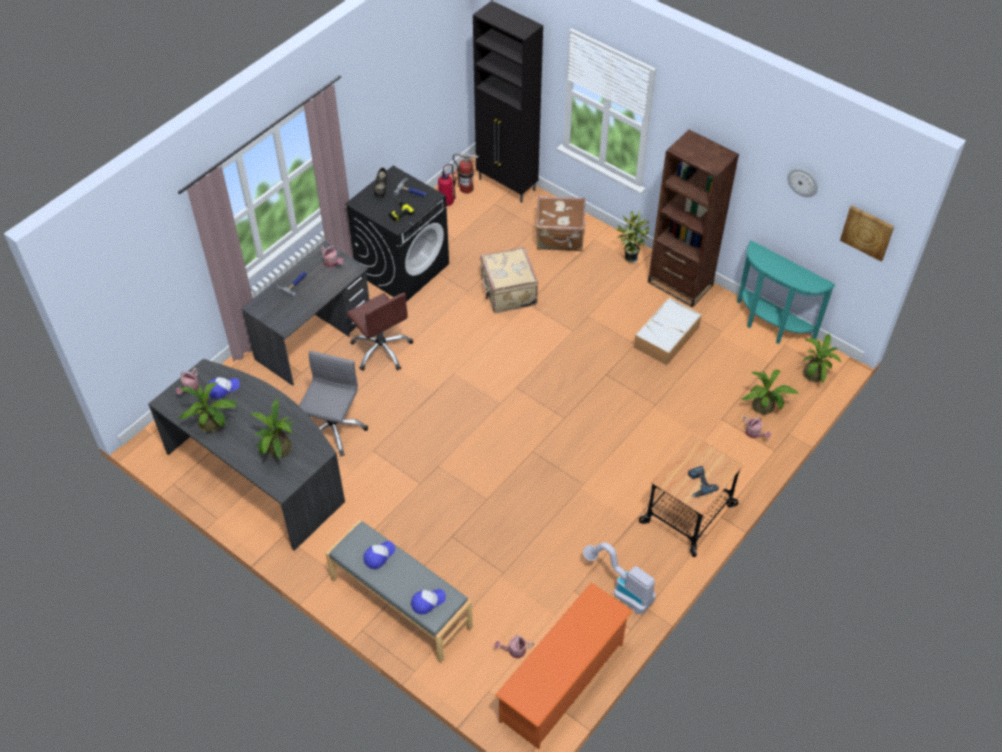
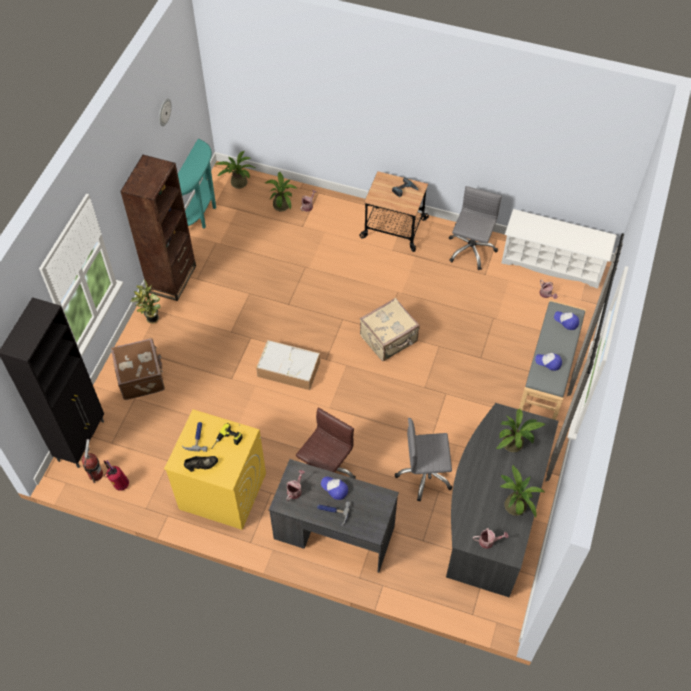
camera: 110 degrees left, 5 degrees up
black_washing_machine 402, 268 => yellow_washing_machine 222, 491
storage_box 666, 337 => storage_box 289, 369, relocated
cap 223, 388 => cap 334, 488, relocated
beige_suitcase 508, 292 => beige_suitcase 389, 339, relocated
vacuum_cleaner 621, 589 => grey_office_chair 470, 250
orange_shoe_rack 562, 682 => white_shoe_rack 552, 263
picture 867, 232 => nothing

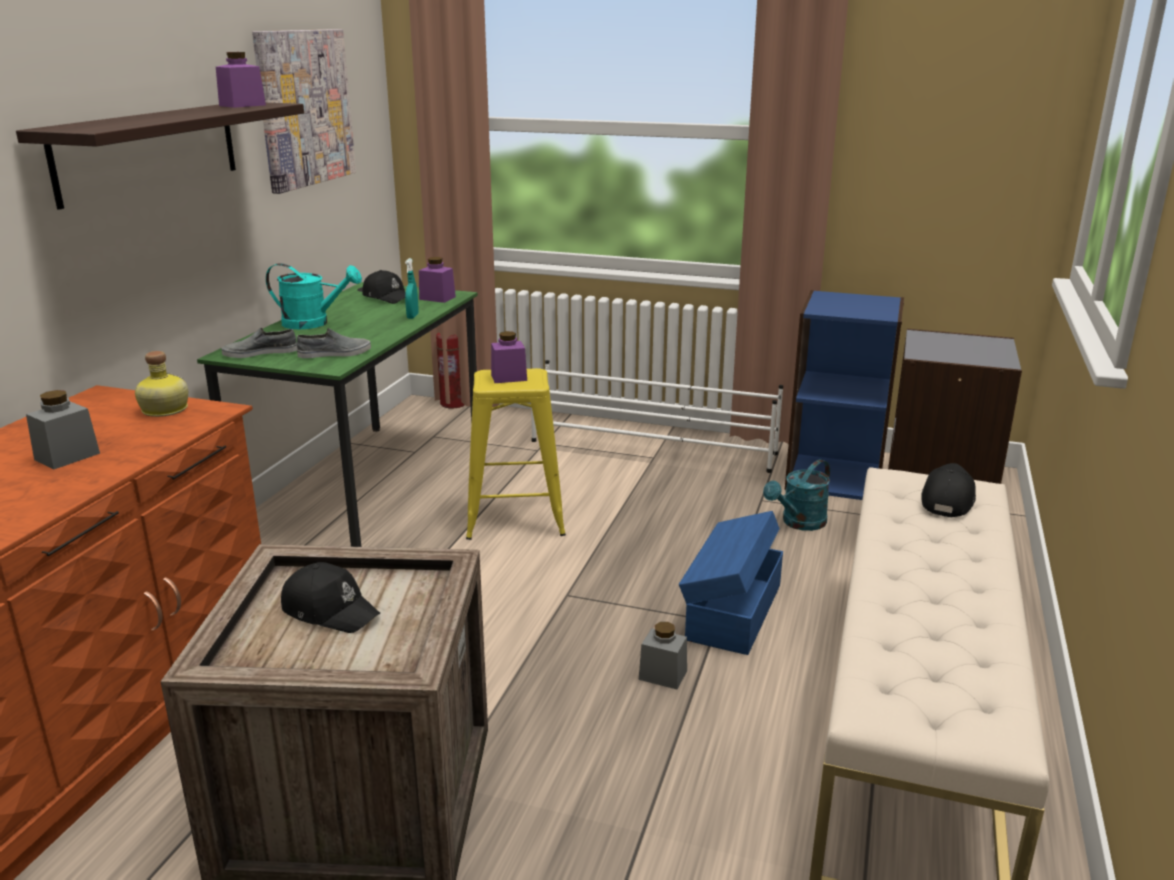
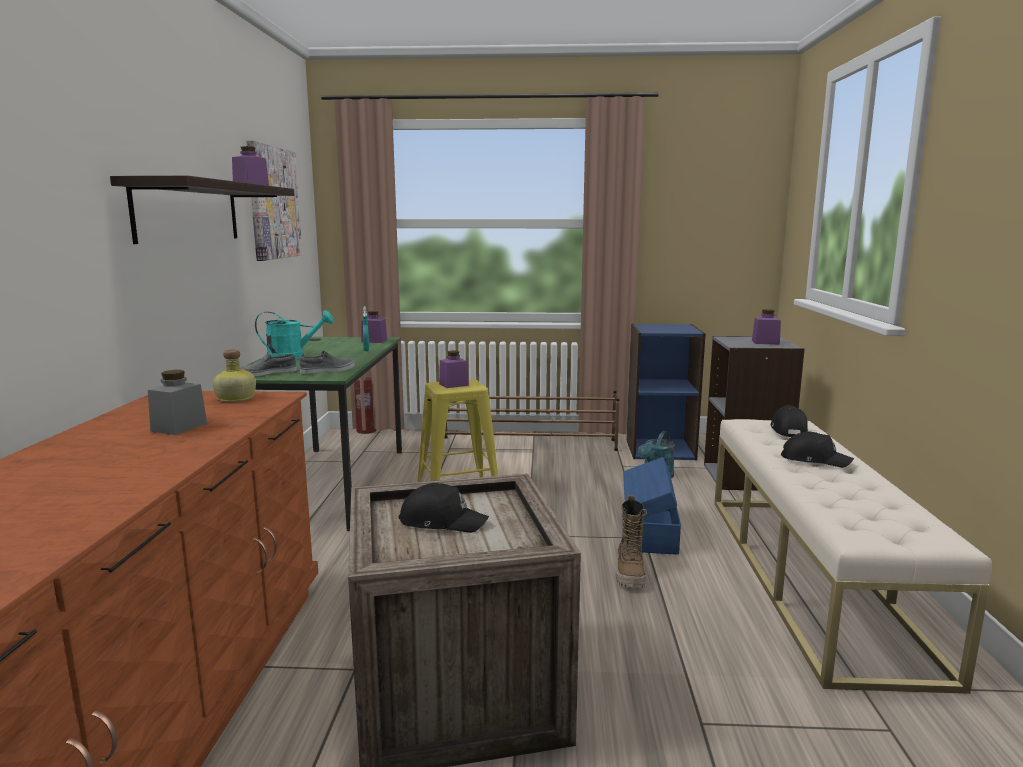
camera: 15 degrees left, 10 degrees down
white_shoe_rack 653, 448 => brown_shoe_rack 529, 444
grey_jar 663, 675 => boot 630, 574
nothing => purple_jar 765, 342
black_cap 387, 297 => black_cap 814, 459, relocated

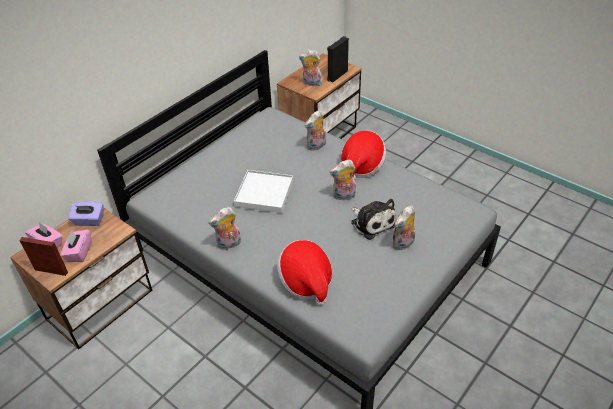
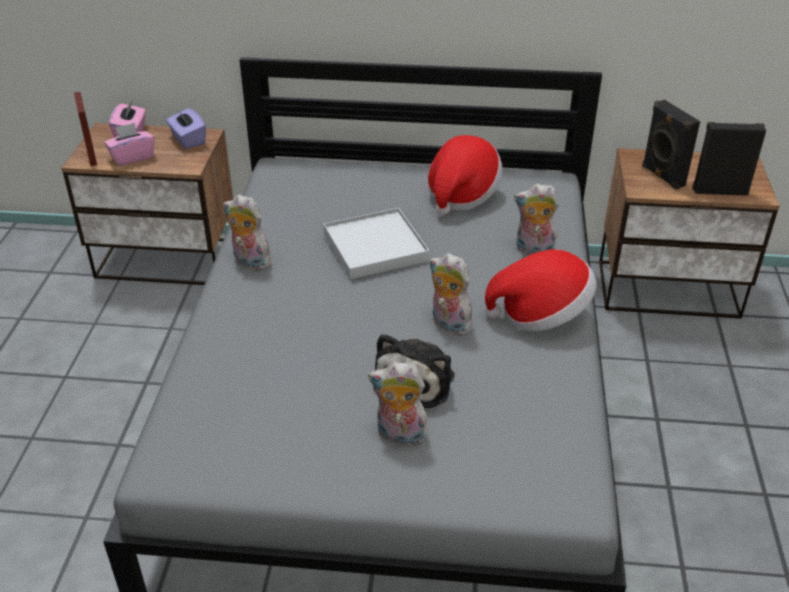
camera: 55 degrees right, 5 degrees down
hat 306, 281 => hat 461, 194, relocated
plush_toy 311, 83 => black_speaker 661, 176

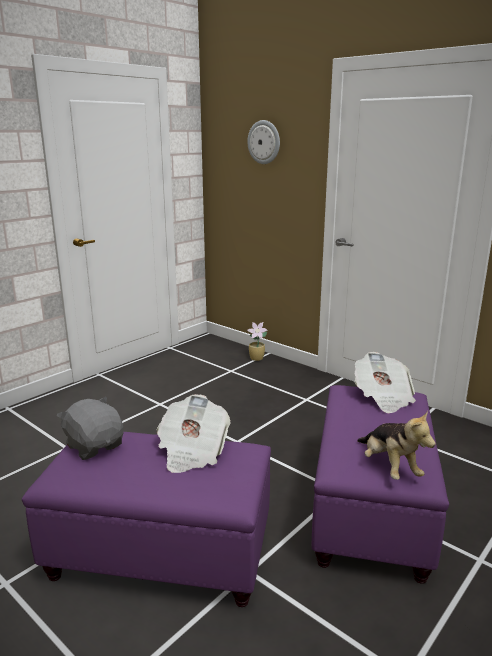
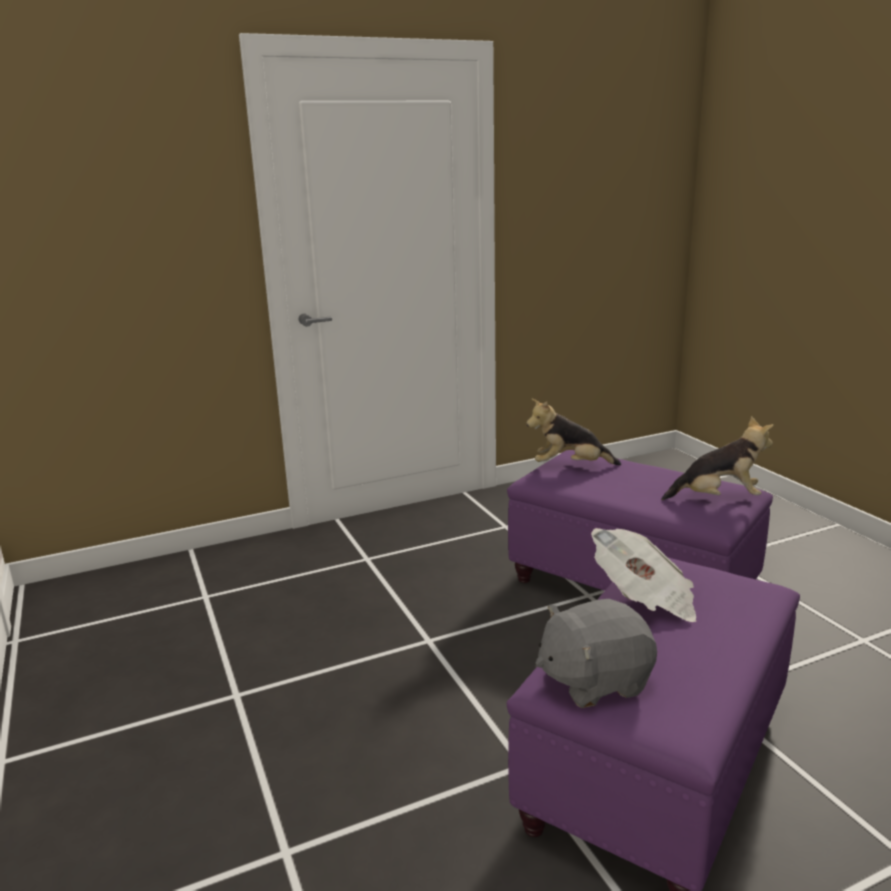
camera: 65 degrees left, 0 degrees up
newspaper 383, 397 => plush_toy 570, 466
wall_clock 264, 142 => nothing
potted_plant 257, 358 => nothing

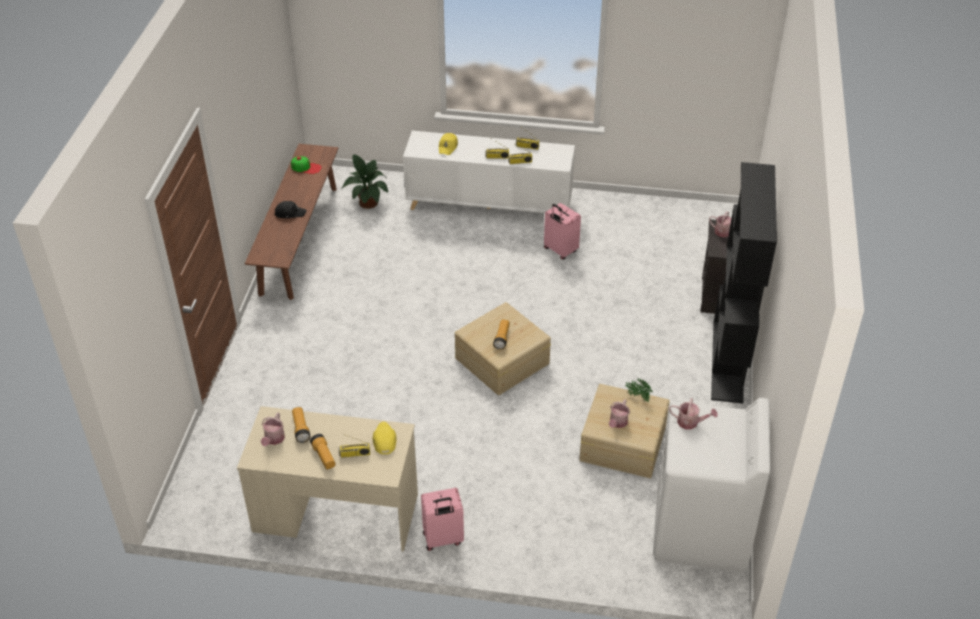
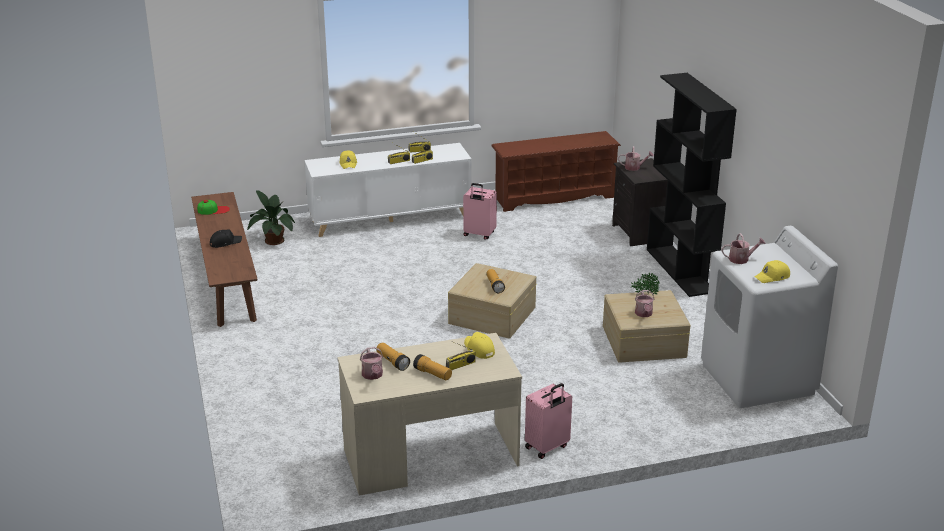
camera: 25 degrees left, 15 degrees down
nothing => brown_shoe_rack 554, 197
nothing => yellow_cap 772, 277

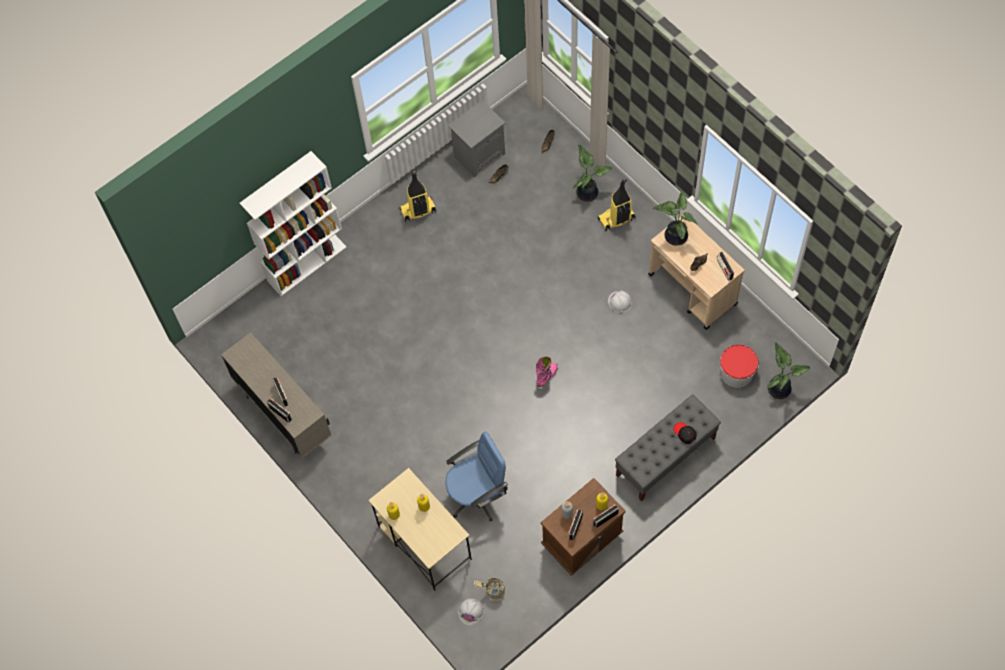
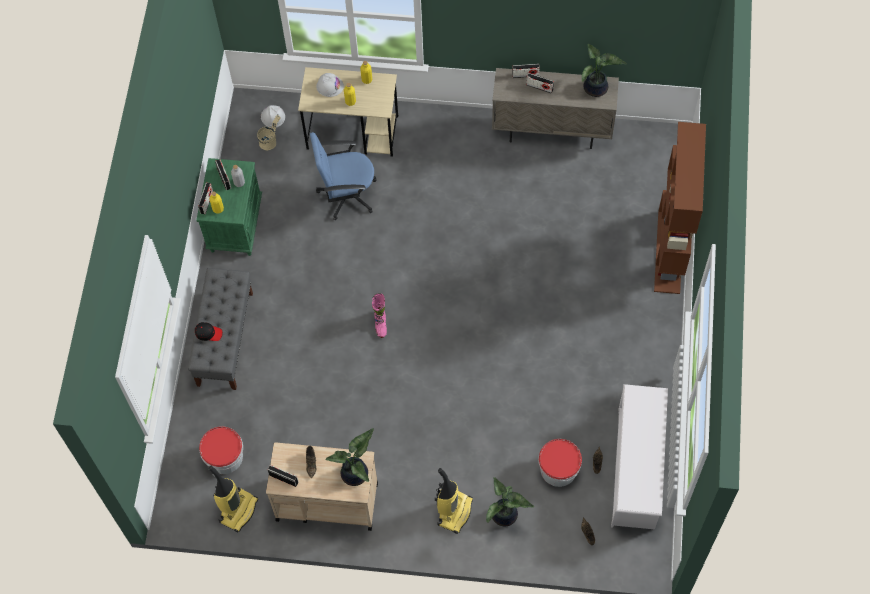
camera: 135 degrees right, 0 degrees up
brown_nightstand 581, 541 => green_nightstand 235, 225
vacuum_cleaner 418, 211 => vacuum_cleaner 238, 510, relocated
blue_office_chair 477, 495 => blue_office_chair 346, 194, 60 degrees clockwise
white_hard_hat 619, 302 => white_hard_hat 329, 86, relocated
nothing => bucket 558, 469
potted_plant 779, 388 => potted_plant 596, 89, relocated
grey_nightstand 479, 154 => white_shoe_rack 636, 469
white_bookcase 307, 263 => brown_bookcase 669, 252

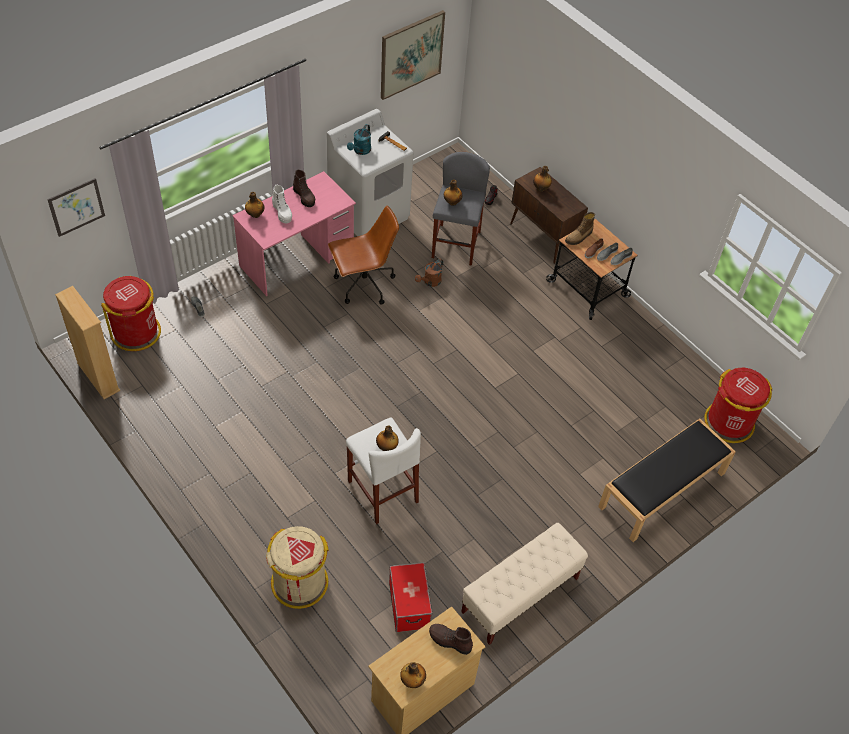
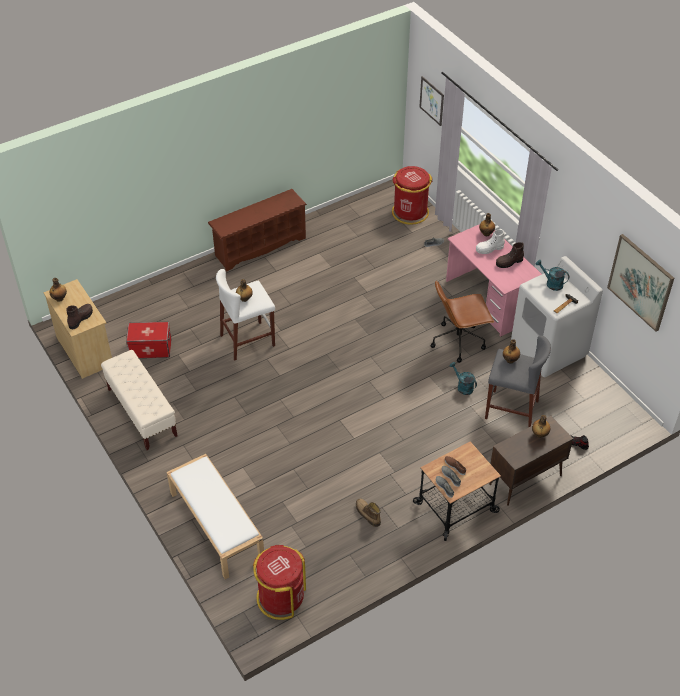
camera: 100 degrees right, 5 degrees down
black_bench 662, 490 => white_bench 215, 525
nothing => brown_shoe_rack 260, 246
boot 579, 237 => boot 367, 514, relocated
brown_office_chair 363, 285 => brown_office_chair 459, 341, 90 degrees clockwise
brown_watering_can 430, 282 => turquoise_watering_can 463, 386
beige_bookcase 98, 377 => nothing
beige_trash_can 299, 583 => nothing

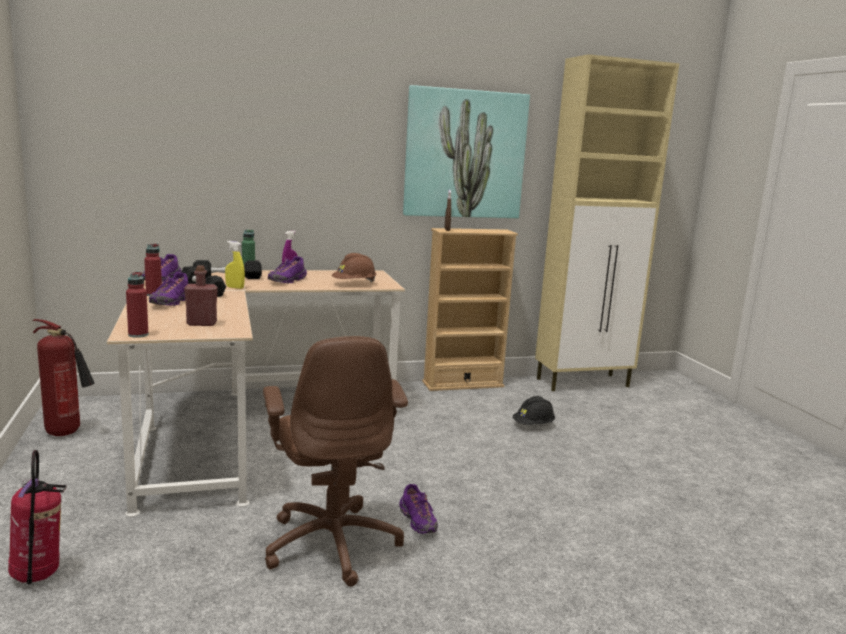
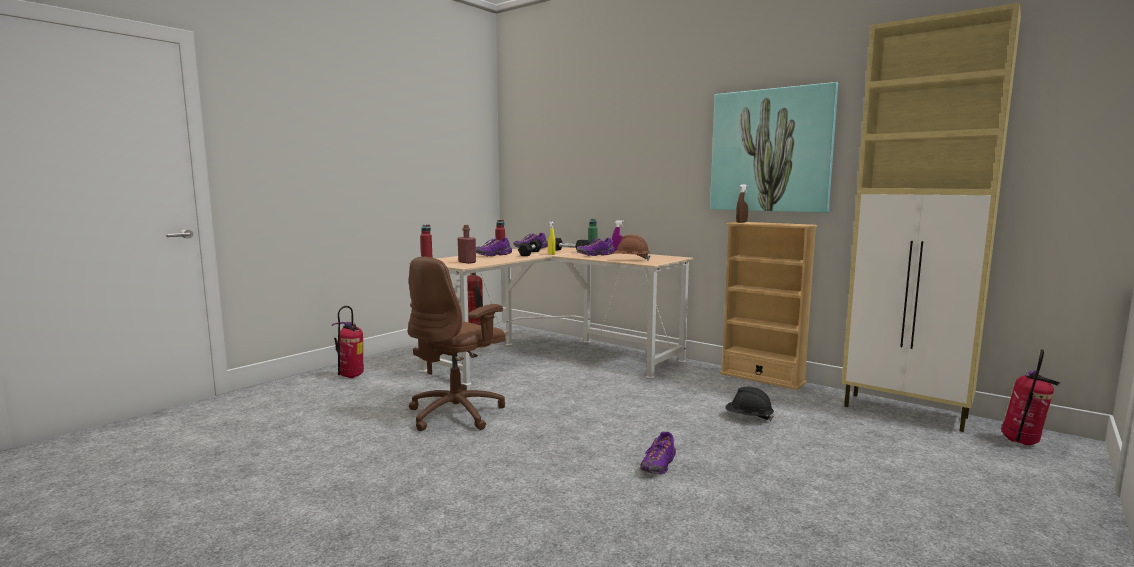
camera: 55 degrees right, 5 degrees down
purple_shoe 418, 522 => purple_shoe 658, 465, relocated
nothing => fire_extinguisher 1022, 443

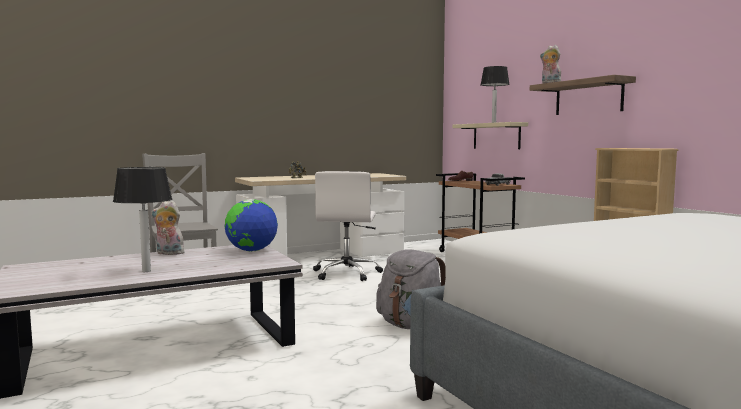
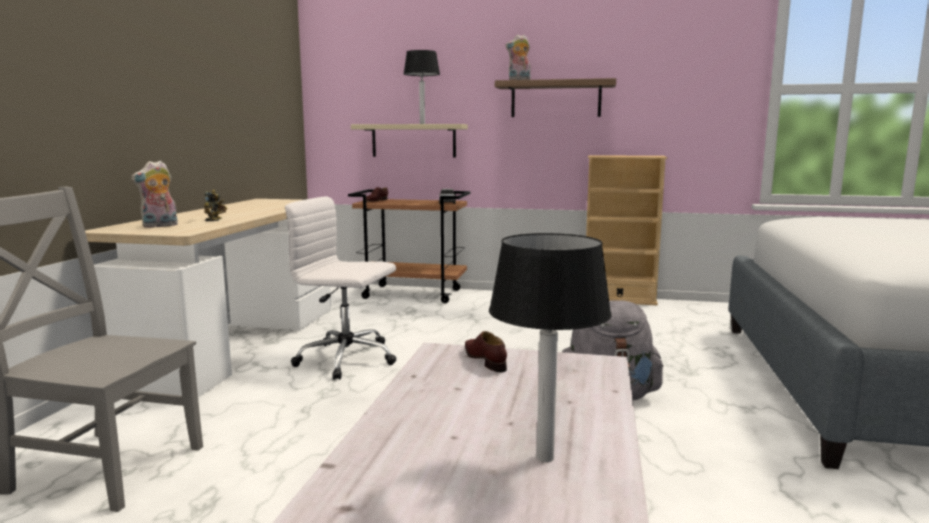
camera: 50 degrees left, 5 degrees up
plush_toy 168, 253 => plush_toy 159, 226, relocated
white_office_chair 347, 273 => white_office_chair 348, 359, 150 degrees clockwise
globe 251, 251 => brown_shoe 485, 360

